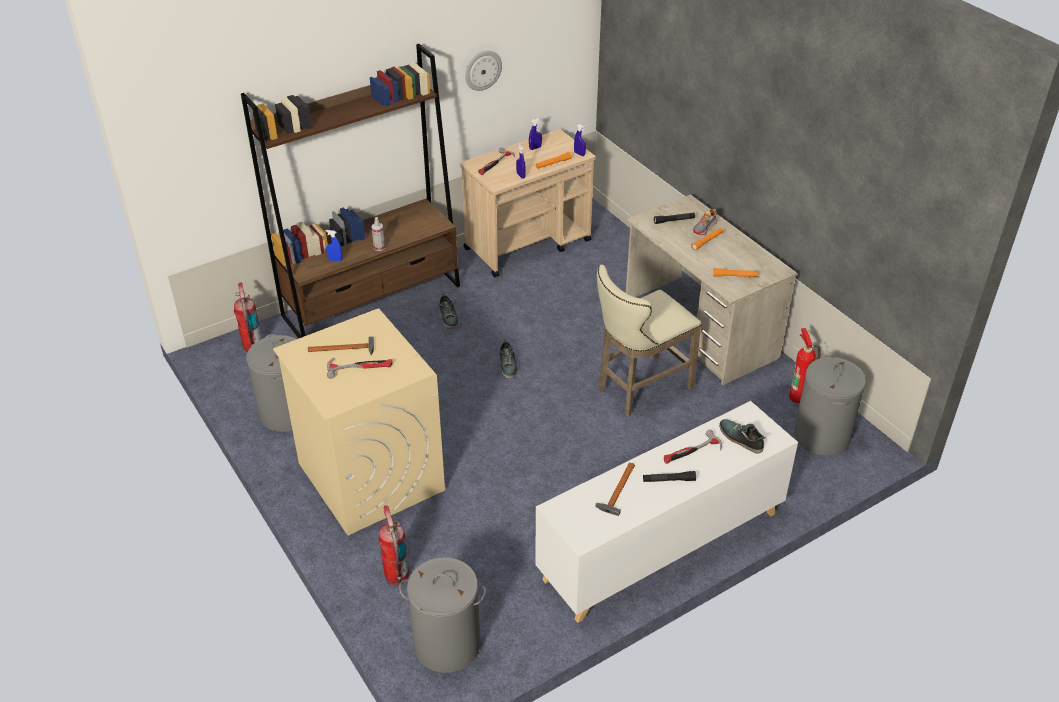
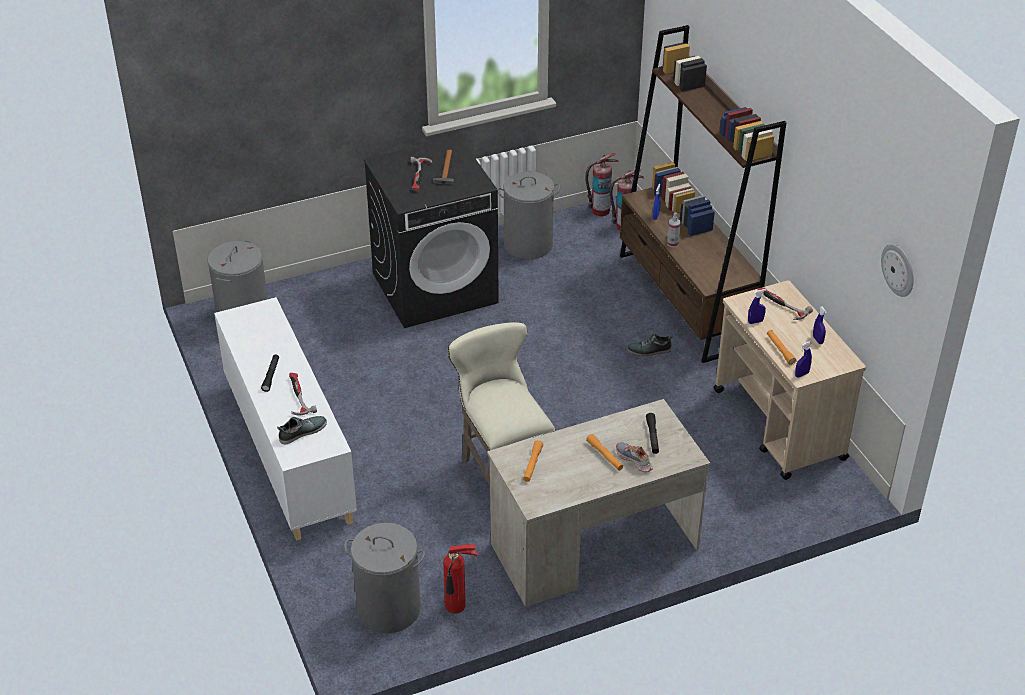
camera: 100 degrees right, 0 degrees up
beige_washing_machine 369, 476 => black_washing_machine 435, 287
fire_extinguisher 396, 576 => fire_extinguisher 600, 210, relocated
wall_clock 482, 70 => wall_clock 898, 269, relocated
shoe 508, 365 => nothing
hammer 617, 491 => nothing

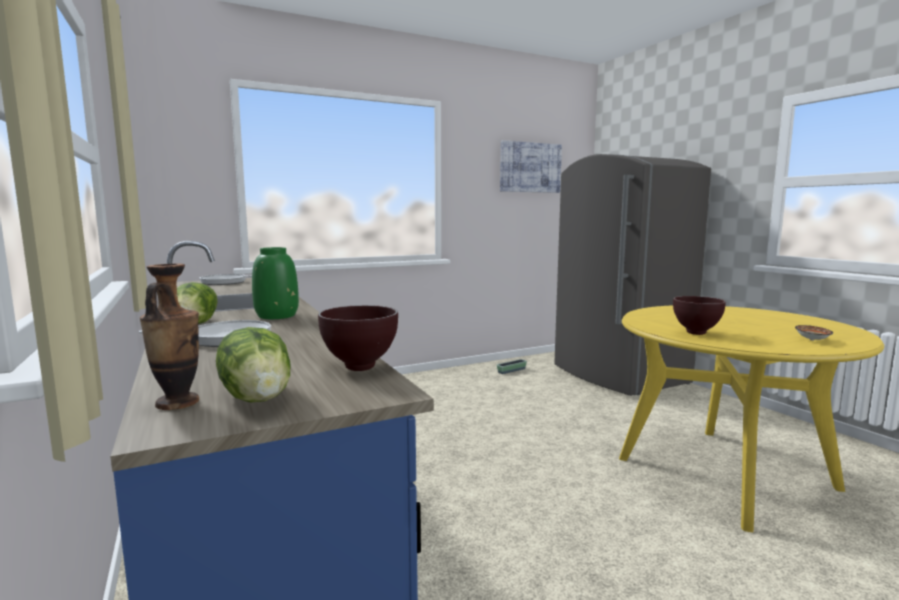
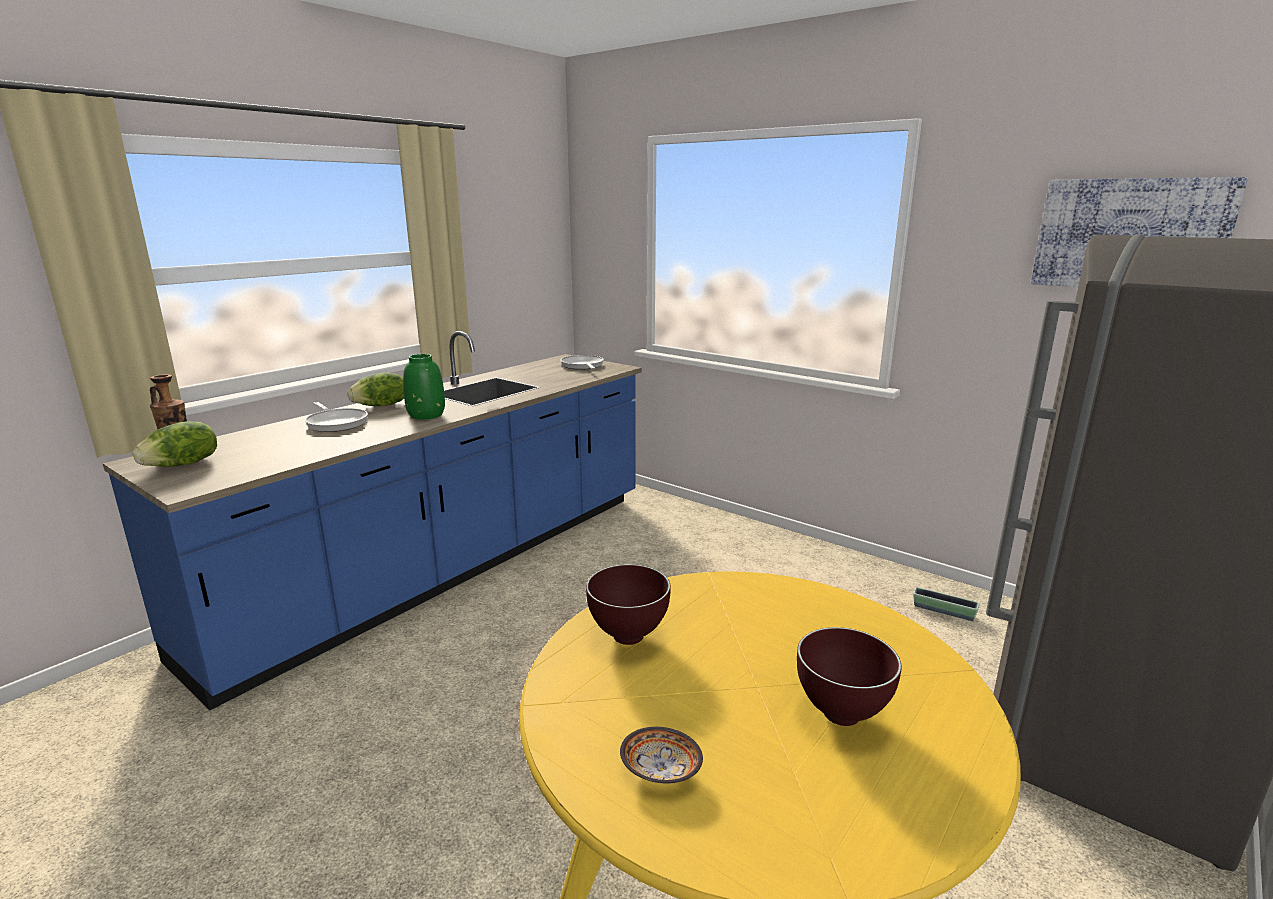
camera: 65 degrees right, 10 degrees up
brown_bowl 362, 367 => brown_bowl 843, 716, relocated

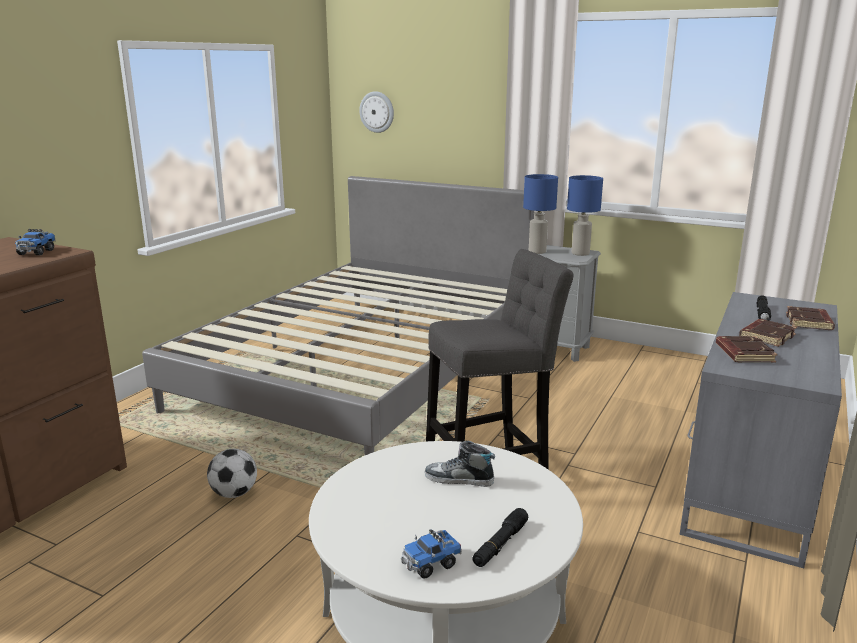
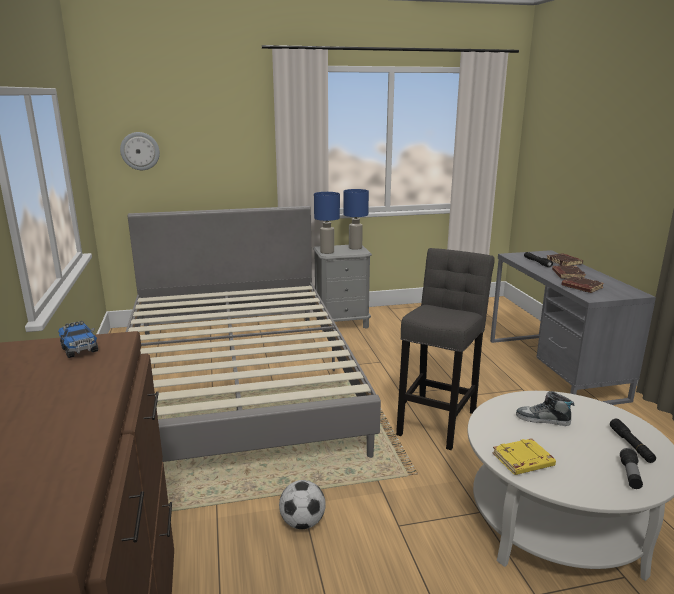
camera: 40 degrees left, 0 degrees up
nothing => yellow_book 523, 461
shoe 459, 479 => shoe 542, 419, 45 degrees clockwise
toy_truck 430, 563 => flashlight 630, 475

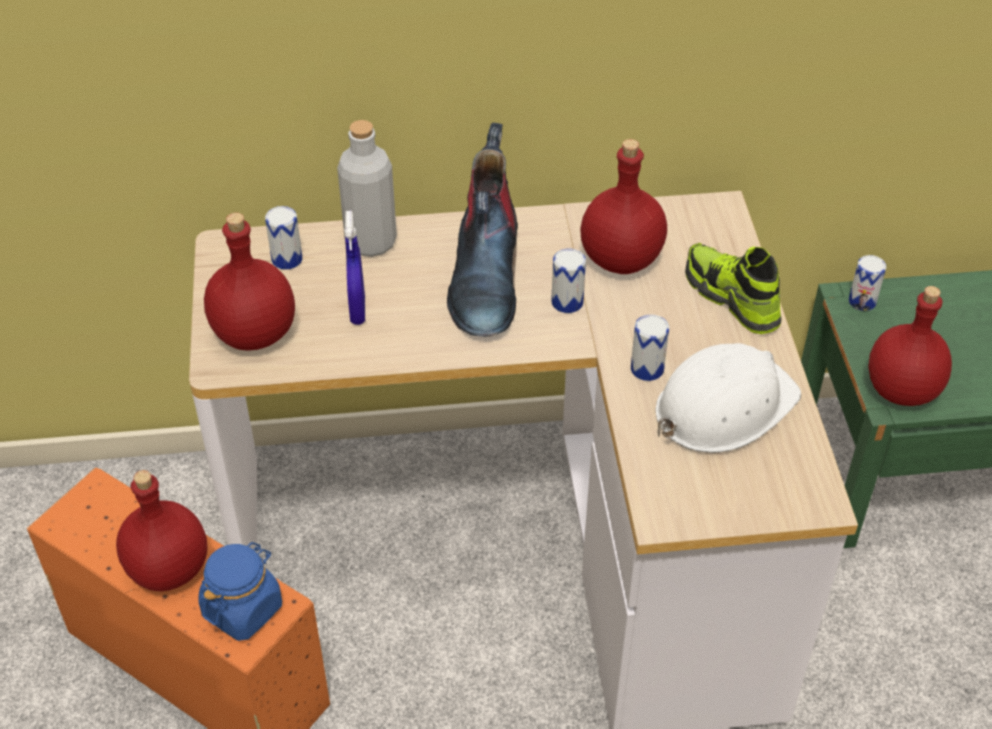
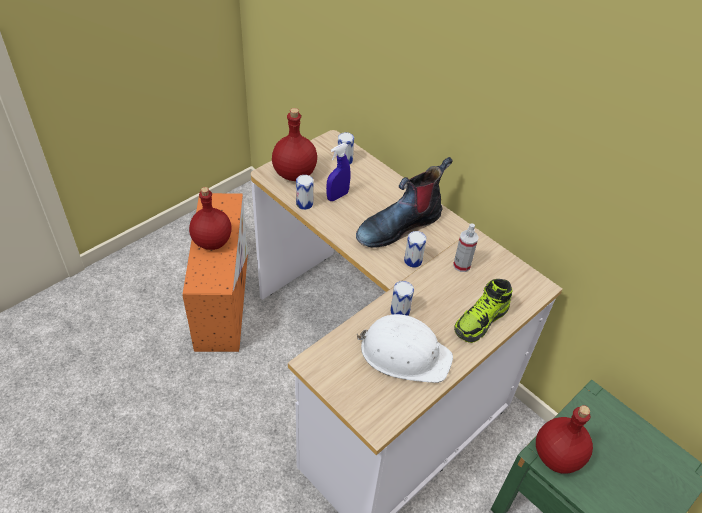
camera: 50 degrees right, 0 degrees up
can 862, 301 => can 304, 204, relocated
red_bottle 620, 258 => spray_bottle 461, 265
shoe 731, 298 => shoe 481, 321, 150 degrees counterclockwise
blue_jar 243, 609 => nothing
grey_bottle 371, 242 => nothing

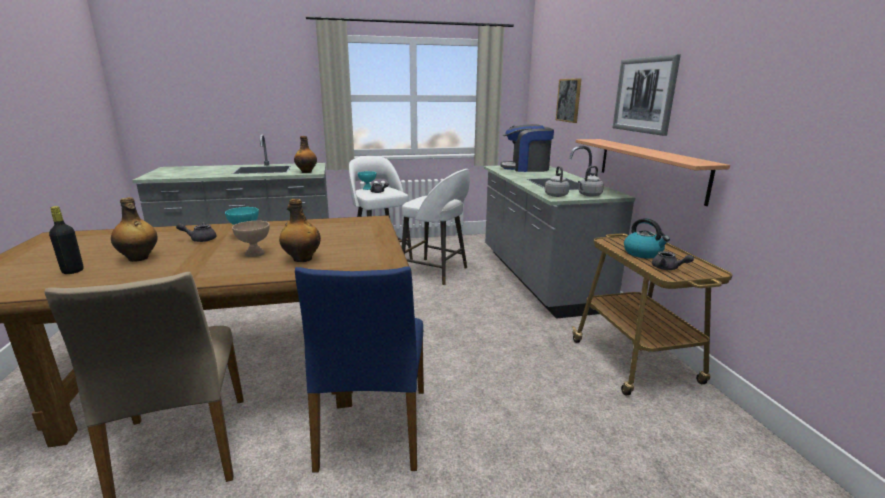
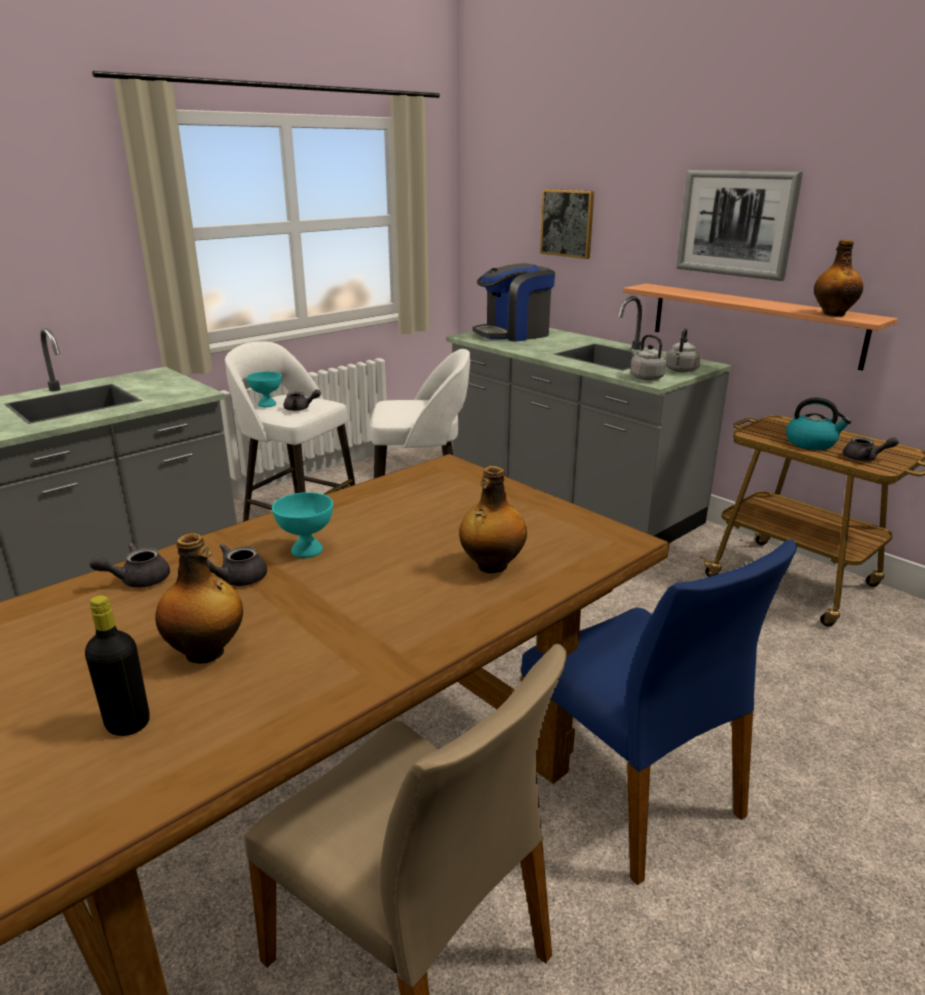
camera: 30 degrees left, 5 degrees up
nothing => grey_teapot 138, 580
bottle 307, 172 => bottle 833, 314, relocated
beige_bowl 254, 254 => nothing

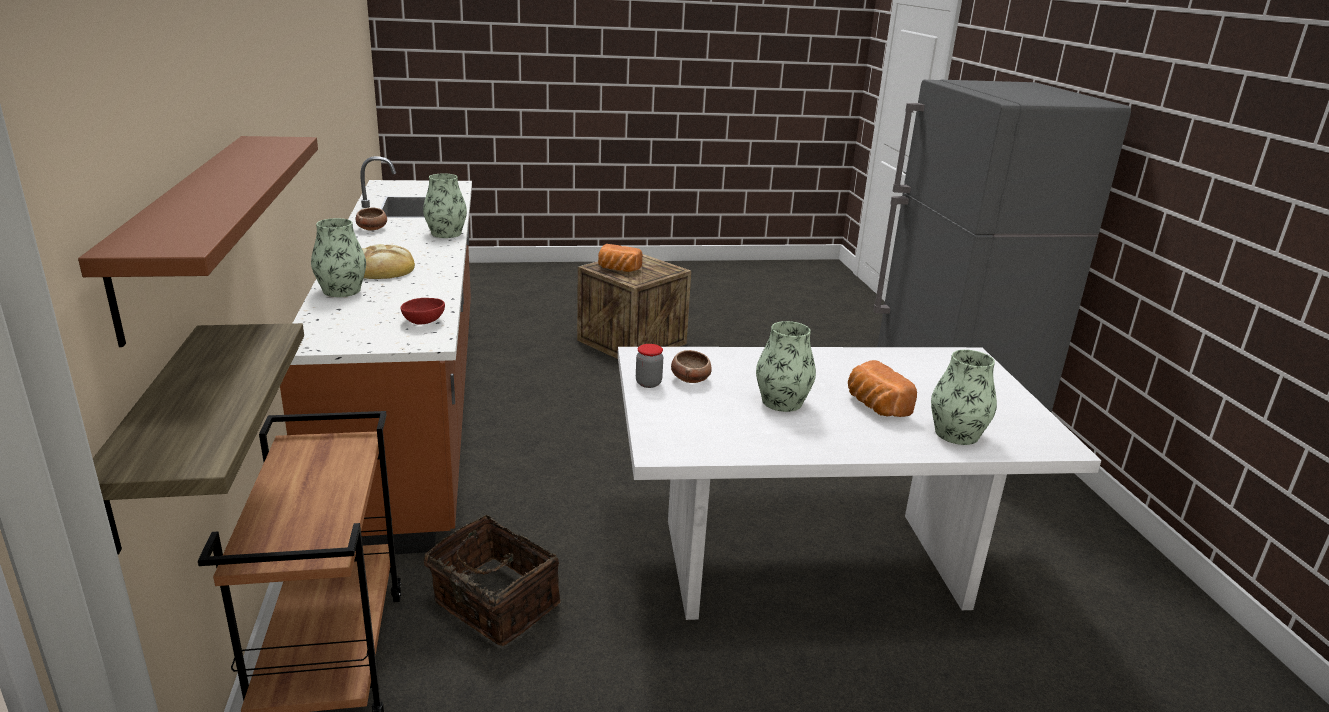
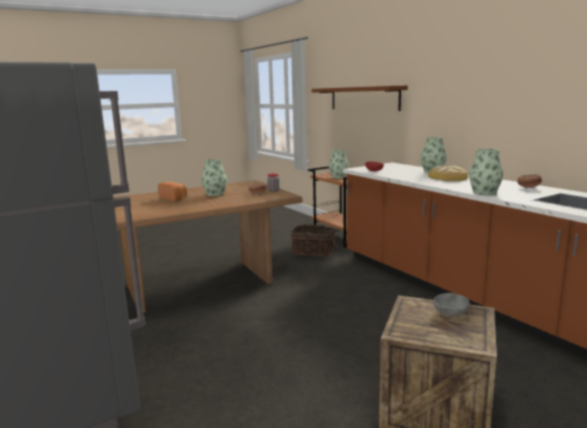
camera: 160 degrees right, 10 degrees down
white_dining_table 812, 562 => brown_dining_table 199, 284
vase 956, 434 => vase 338, 177, relocated
bread 618, 269 => grey_bowl 451, 314
shelf 154, 434 => nothing

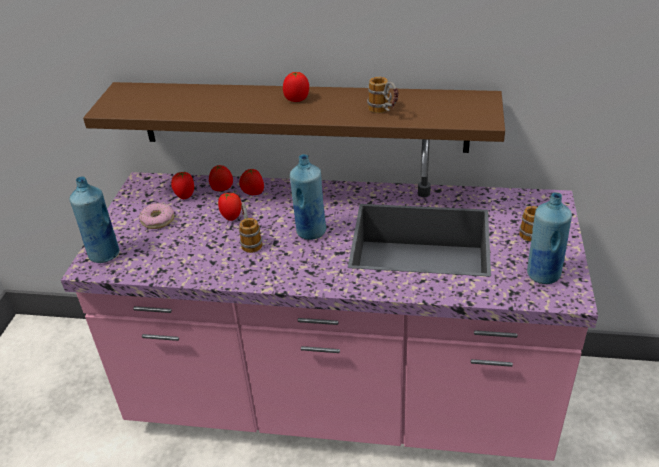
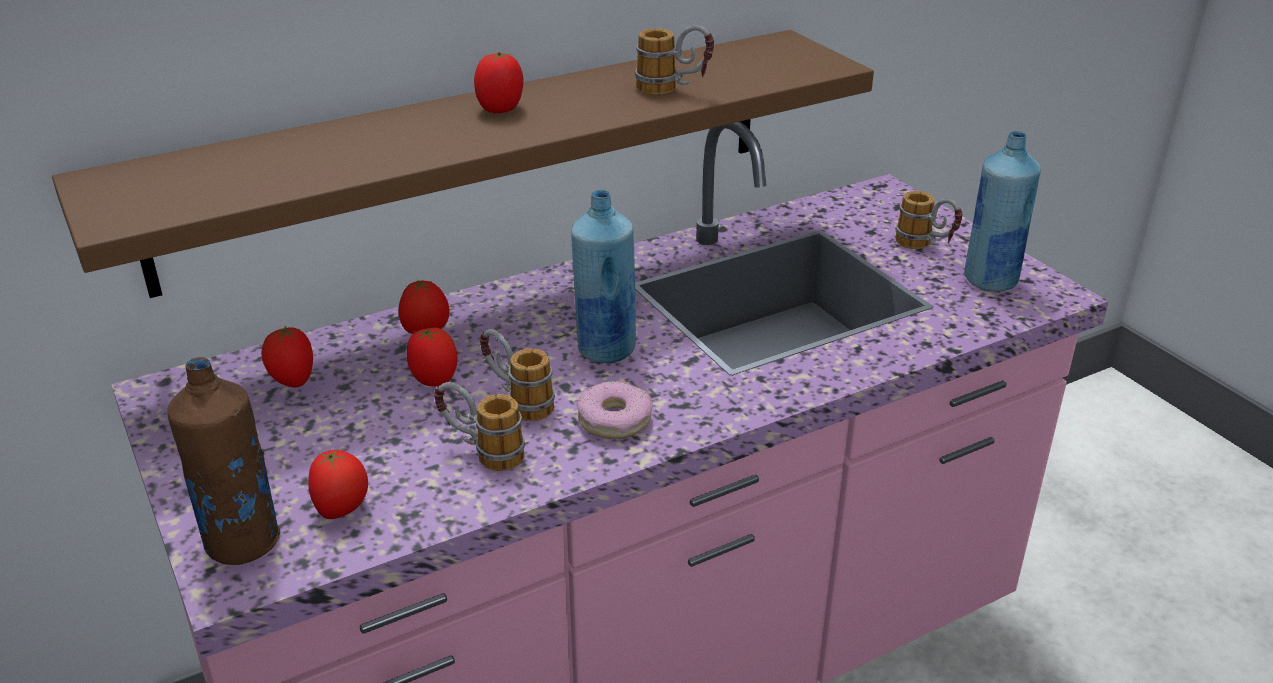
camera: 40 degrees left, 5 degrees down
blue_bottle 104, 254 => brown_bottle 242, 542
tomato 222, 189 => tomato 342, 510, relocated
nothing => mug 481, 453
donut 158, 220 => donut 614, 420, relocated

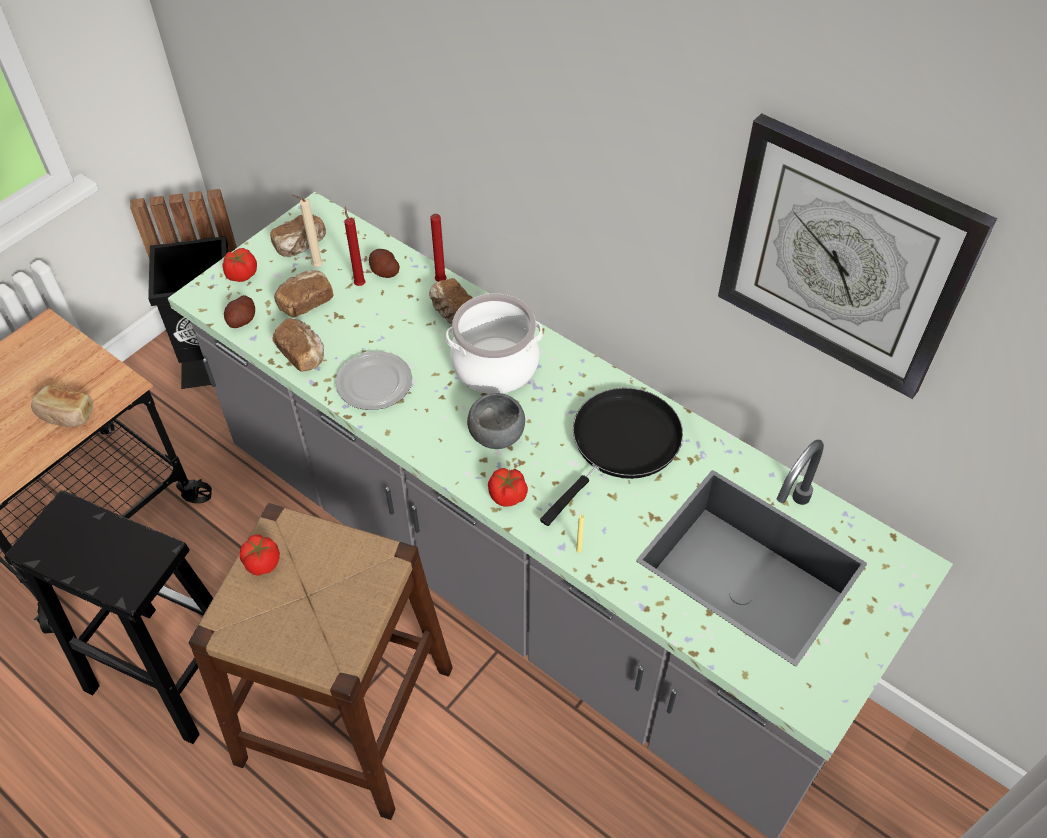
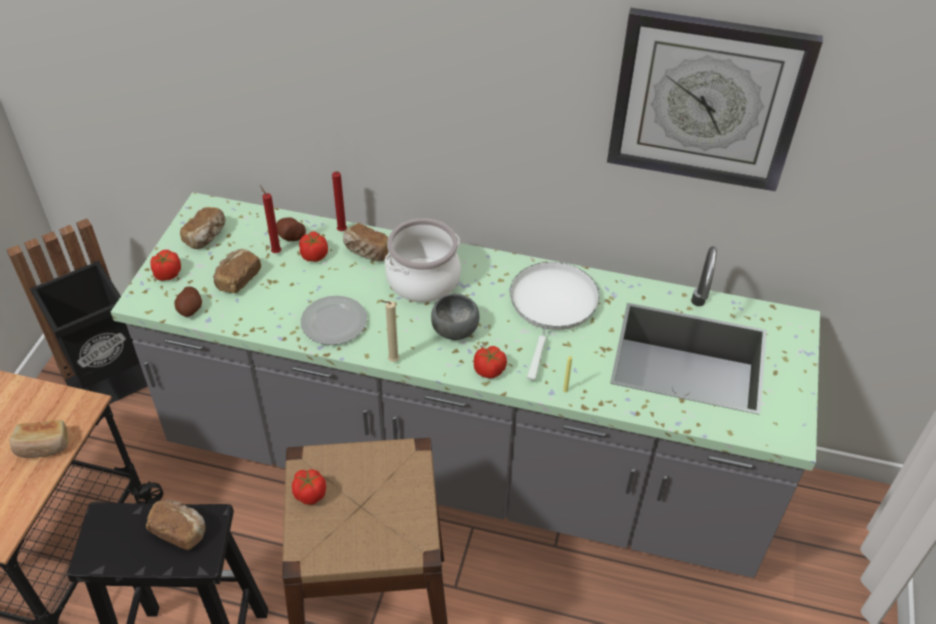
camera: 25 degrees left, 5 degrees down
bread 302, 353 => bread 180, 530, relocated
nothing => tomato 314, 255
beige_candle 315, 266 => beige_candle 391, 361, relocated
black_frying_pan 621, 445 => white_frying_pan 552, 306

